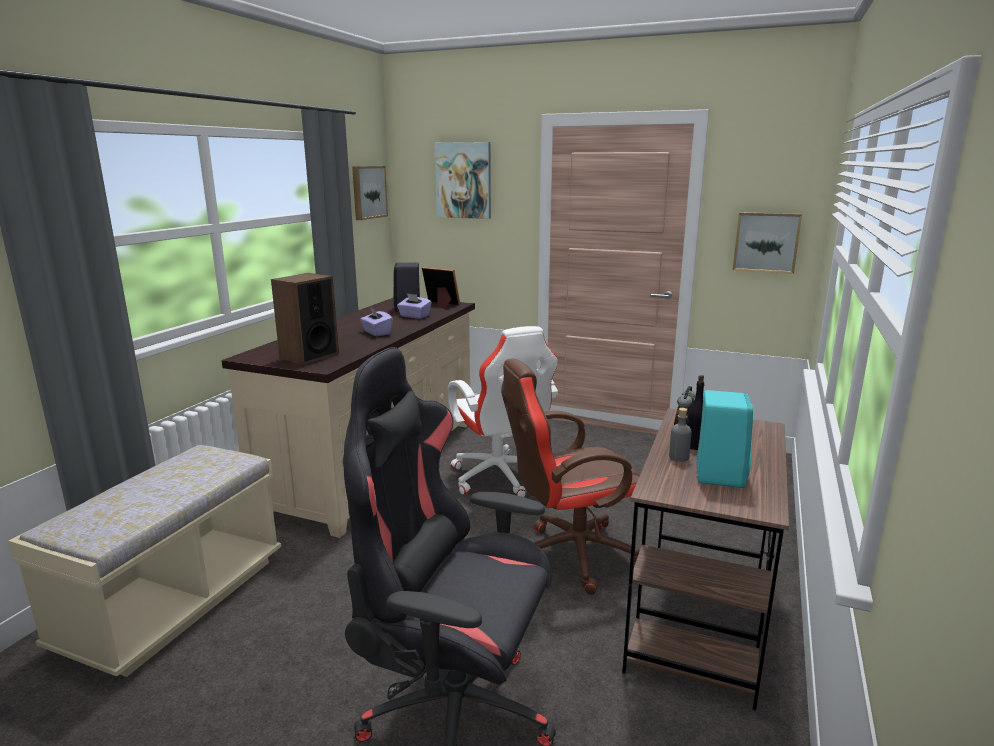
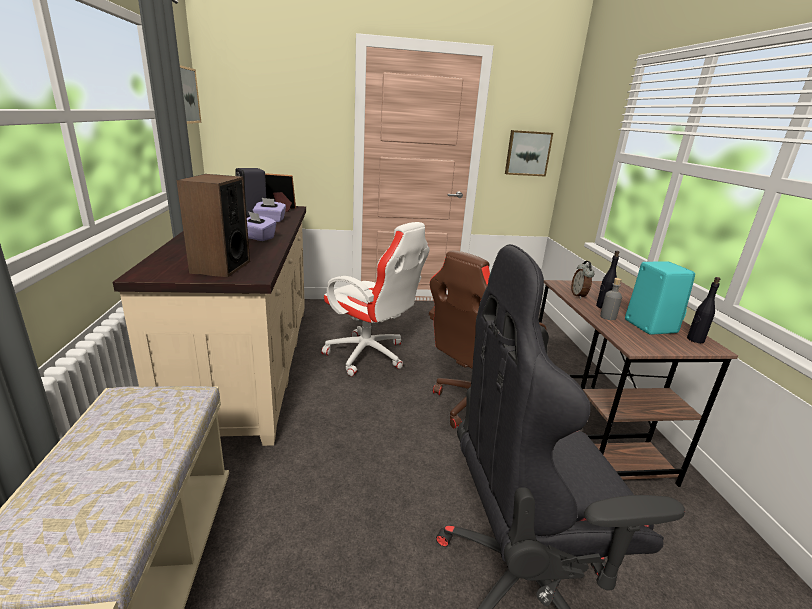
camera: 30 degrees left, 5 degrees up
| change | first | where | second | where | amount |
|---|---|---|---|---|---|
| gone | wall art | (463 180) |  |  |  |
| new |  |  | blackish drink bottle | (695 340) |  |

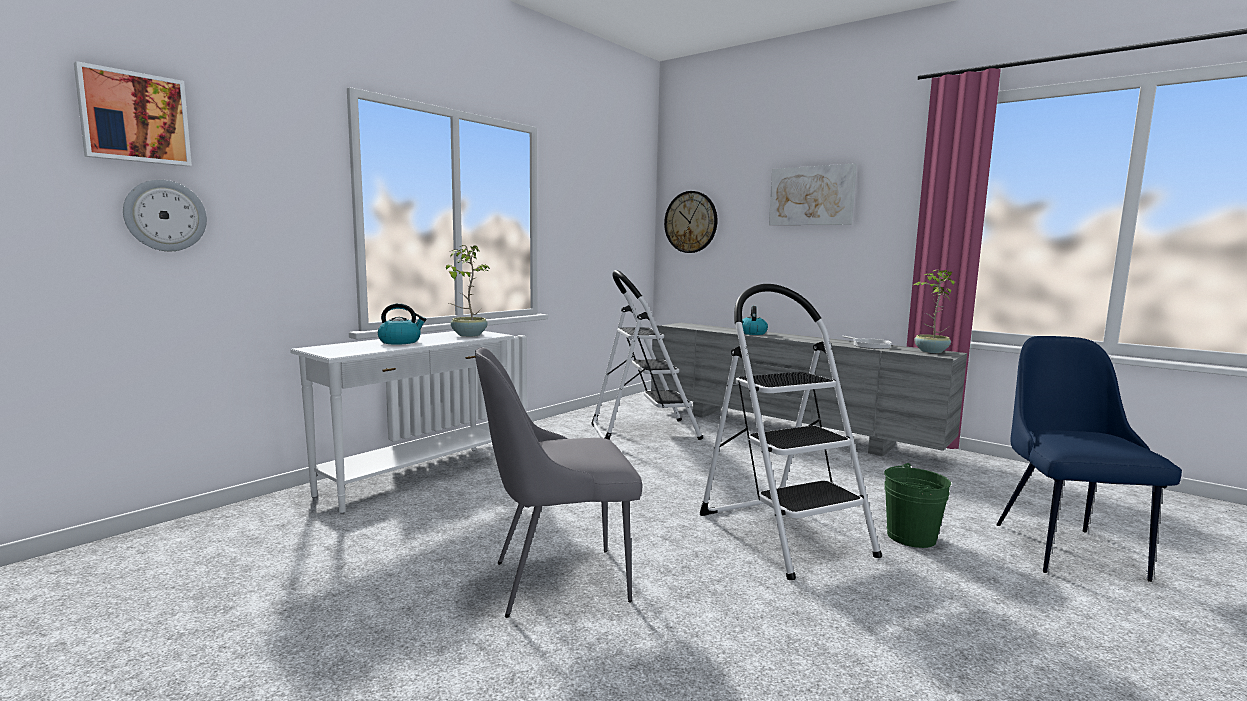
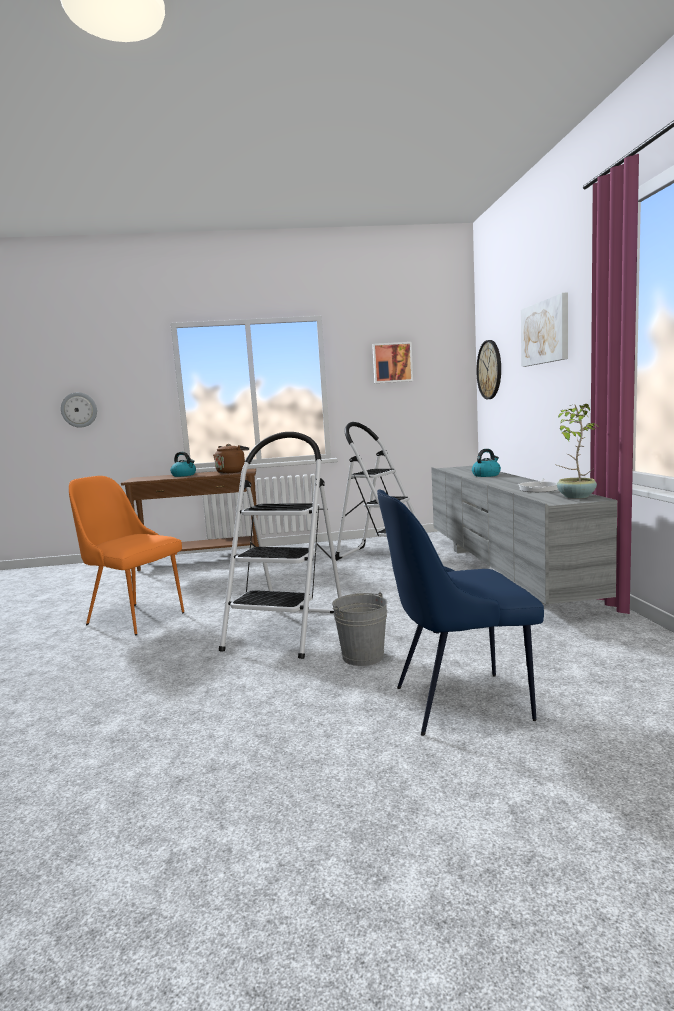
camera: 45 degrees right, 0 degrees up
| change | first | where | second | where | amount |
|---|---|---|---|---|---|
| shifted | wall art | (134 118) |  | (392 362) |  |
| repainted | white-coloured narrow table | (417 476) | brown narrow table | (201 561) |  |
| swapped | potted plant | (468 335) | brown kettle | (232 472) |  |
| repainted | grey plain chair | (559 582) | orange plain chair | (134 619) |  |
| repainted | green-coloured pail | (911 537) | grey pail | (363 656) |  |
| rotated | blue-coloured plain chair | (1064 550) |  | (461 703) | 150 degrees counterclockwise |

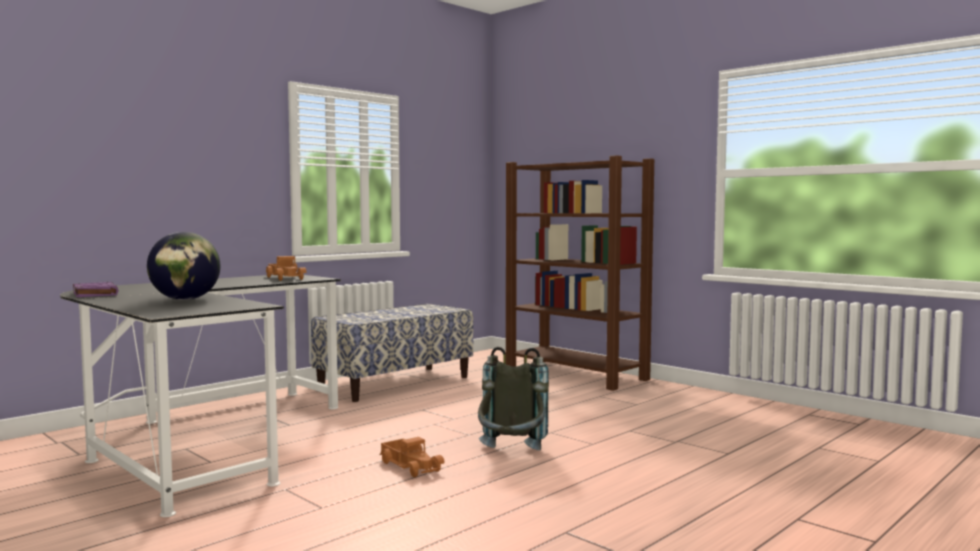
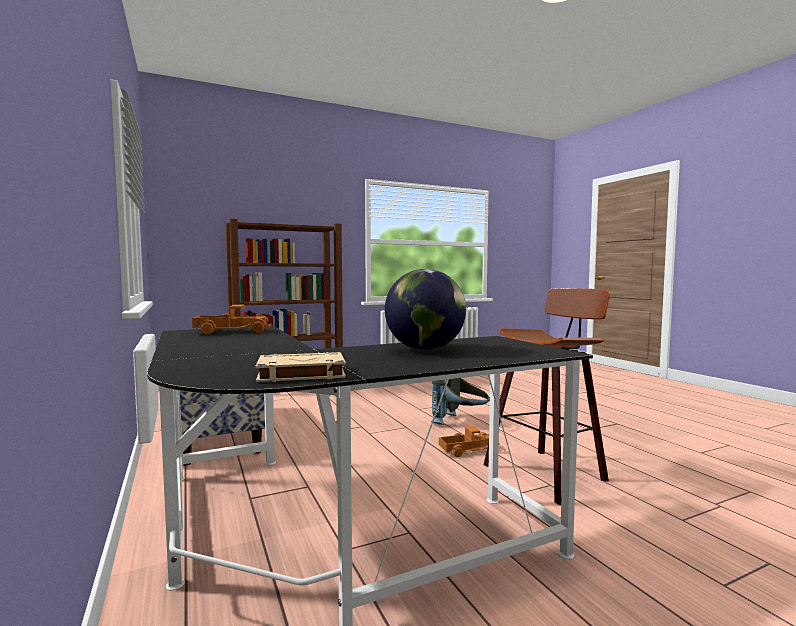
camera: 70 degrees left, 0 degrees up
| change | first | where | second | where | amount |
|---|---|---|---|---|---|
| repainted | purple-coloured bound book | (95 294) | beige-coloured bound book | (300 374) |  |
| new |  |  | sitting stool | (547 472) |  |

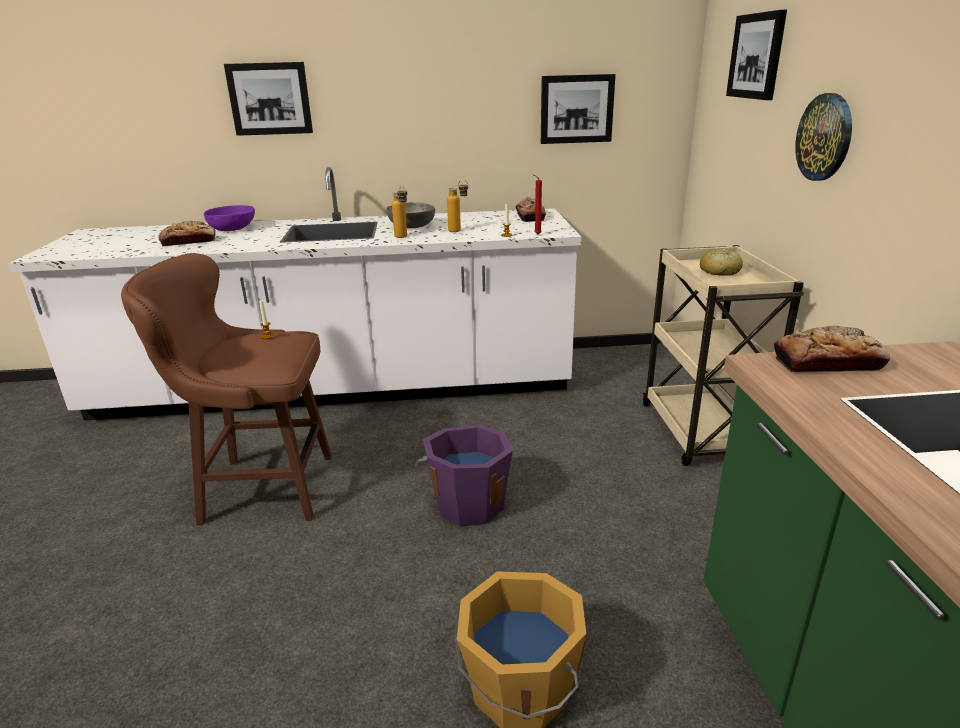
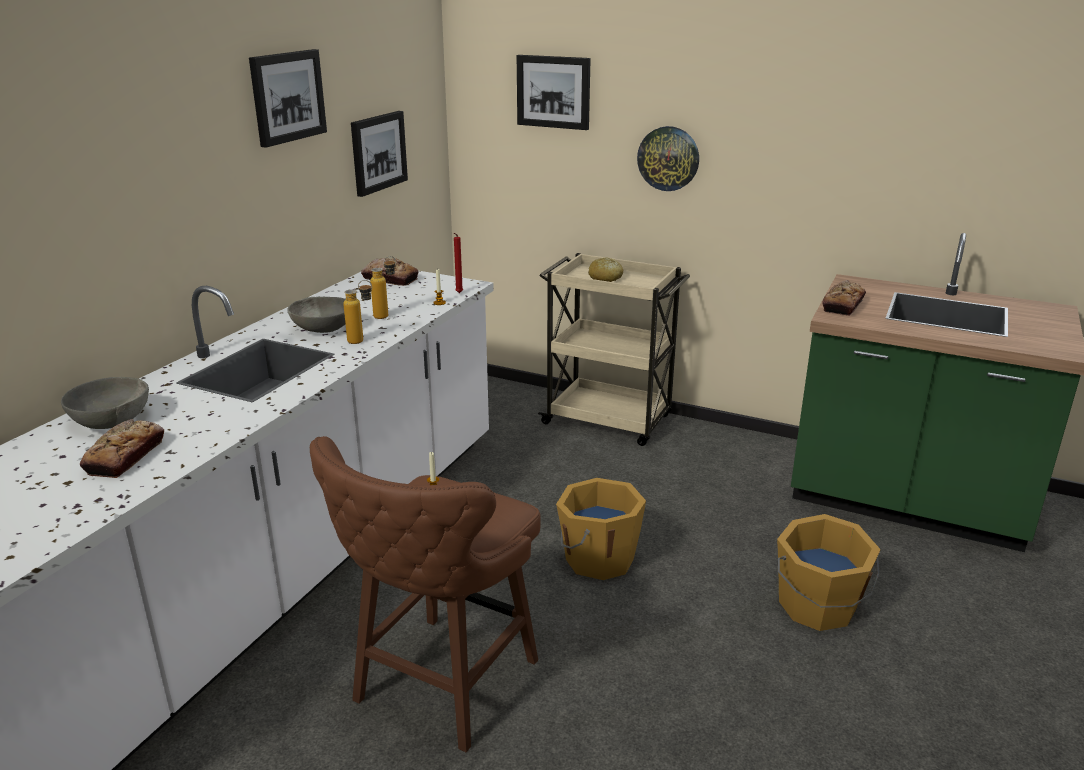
camera: 60 degrees left, 0 degrees up
| change | first | where | second | where | amount |
|---|---|---|---|---|---|
| repainted | purple-coloured deep dish | (233 229) | grey deep dish | (111 420) |  |
| shifted | wall art | (270 99) |  | (287 96) |  |
| repainted | purple-coloured pail | (469 503) | orange pail | (597 559) |  |

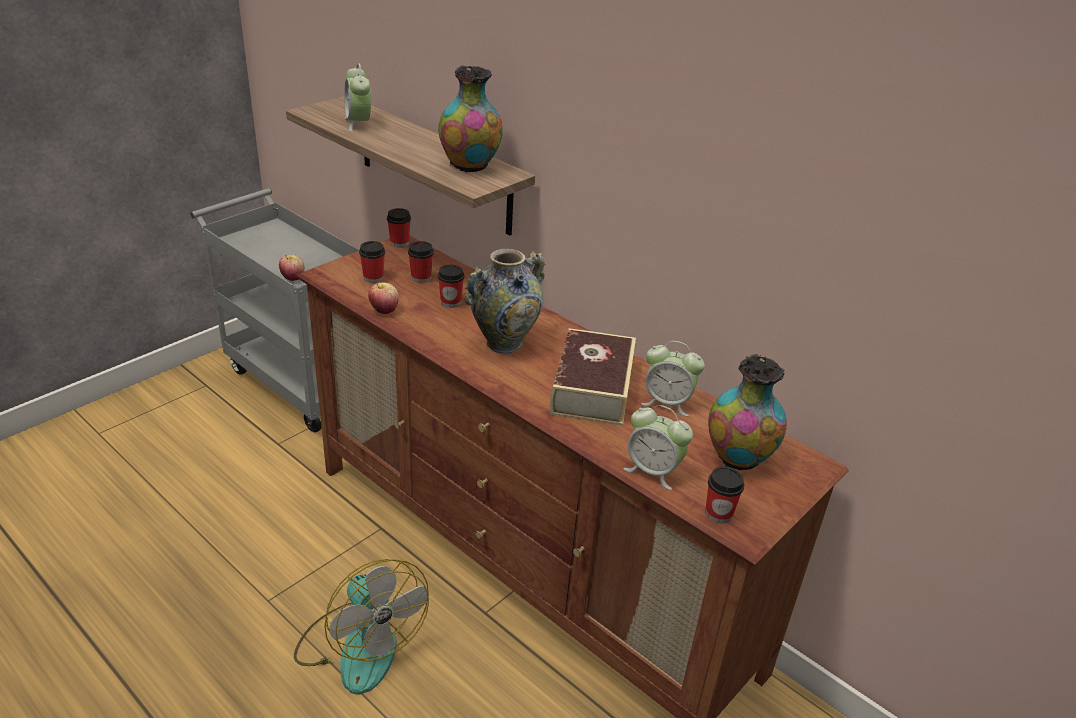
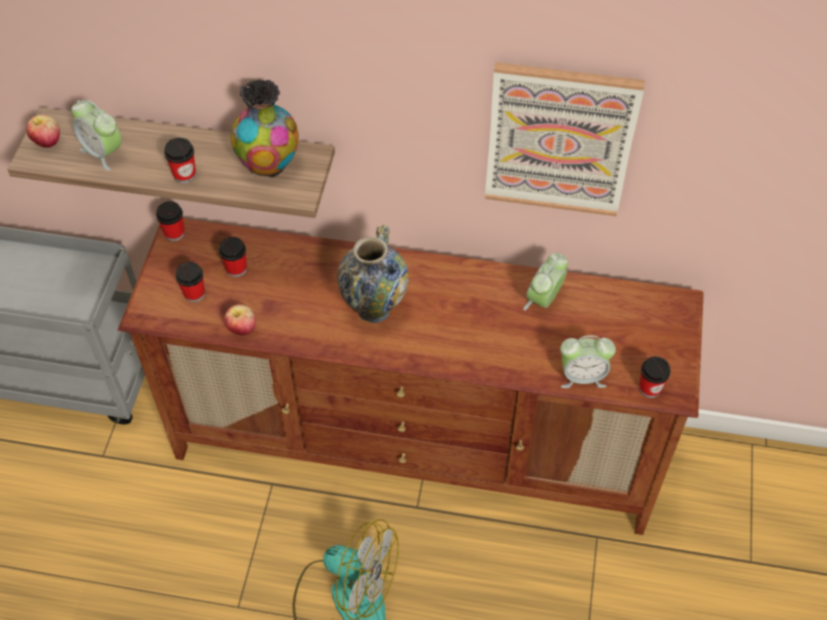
camera: 30 degrees left, 20 degrees up
| change | first | where | second | where | amount |
|---|---|---|---|---|---|
| shifted | apple fruit | (292 278) |  | (47 142) |  |
| shifted | cup | (451 302) |  | (184 175) |  |
| gone | bound book | (592 388) |  |  |  |
| rotated | alarm clock | (667 402) |  | (544 300) | 135 degrees clockwise |
| gone | decorative vase | (738 458) |  |  |  |
| new |  |  | wall art | (559 140) |  |

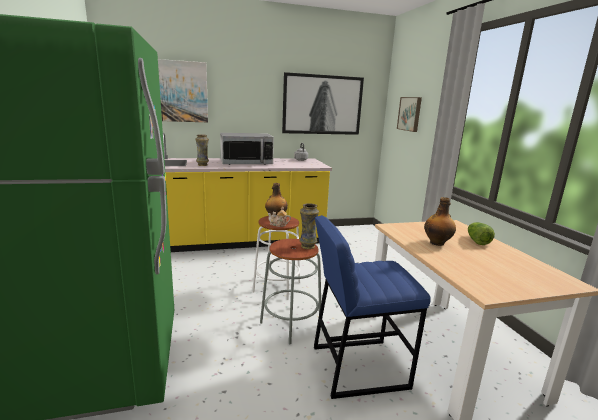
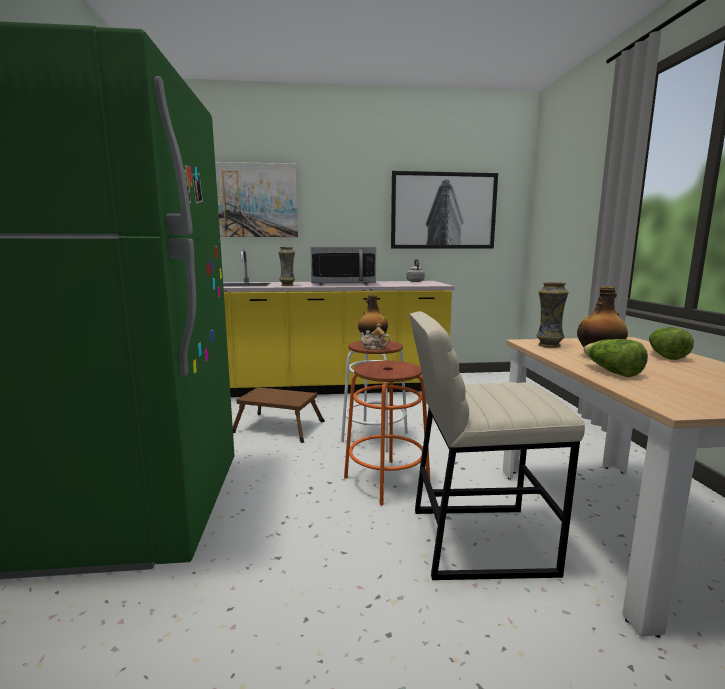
camera: 10 degrees right, 5 degrees down
| change | first | where | second | where | amount |
|---|---|---|---|---|---|
| repainted | grey sitting stool | (290 324) | orange sitting stool | (386 481) |  |
| shifted | decorative vase | (307 246) |  | (548 345) |  |
| repainted | blue-coloured plain chair | (356 367) | beige-coloured plain chair | (476 540) |  |
| gone | wall art | (410 114) |  |  |  |
| new |  |  | brown step stool | (279 427) |  |
| new |  |  | lettuce | (611 372) |  |

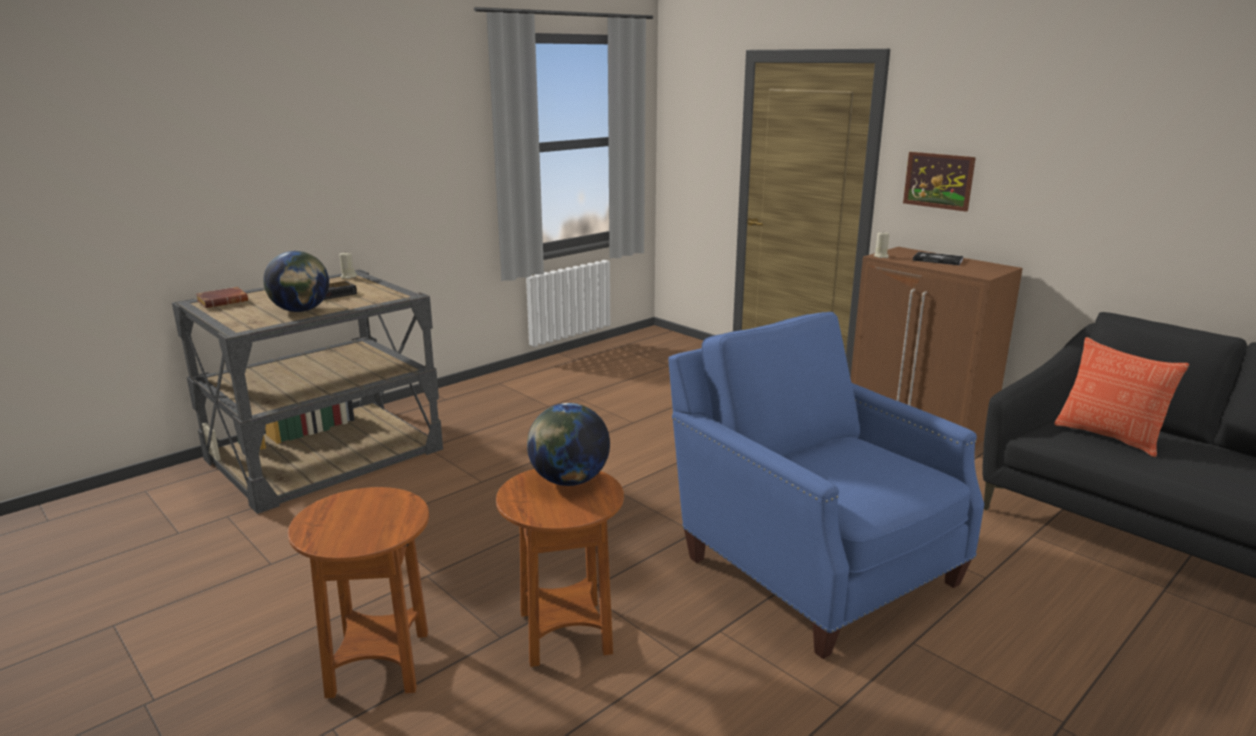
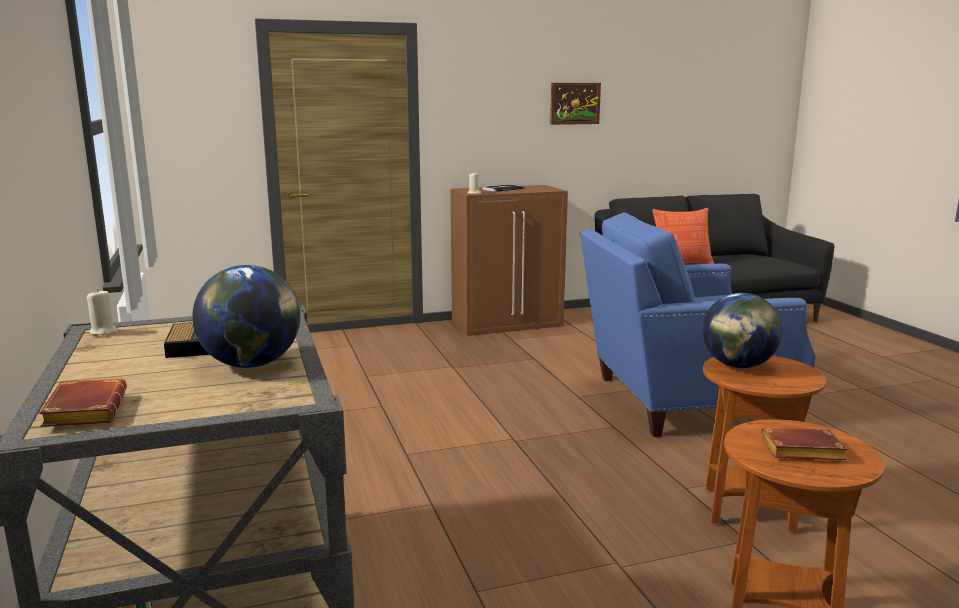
camera: 65 degrees left, 5 degrees down
| change | first | where | second | where | amount |
|---|---|---|---|---|---|
| shifted | wall art | (938 181) |  | (575 103) |  |
| new |  |  | brown bound book | (800 451) |  |

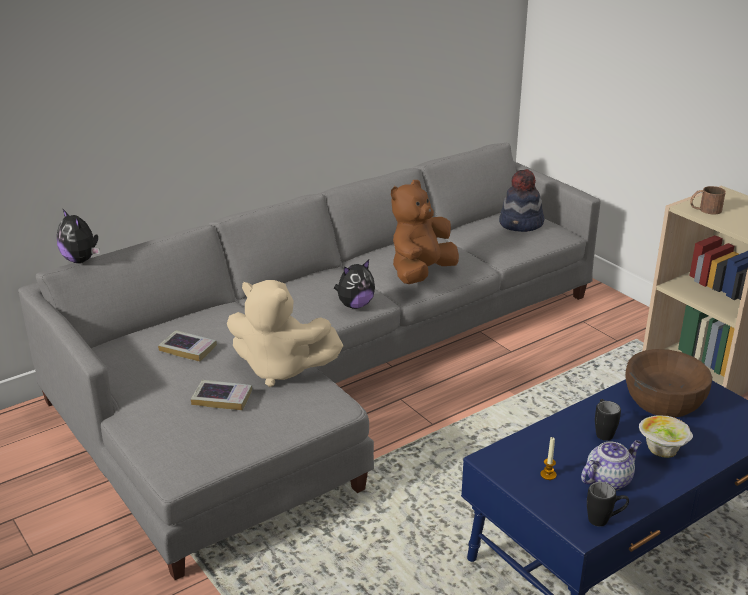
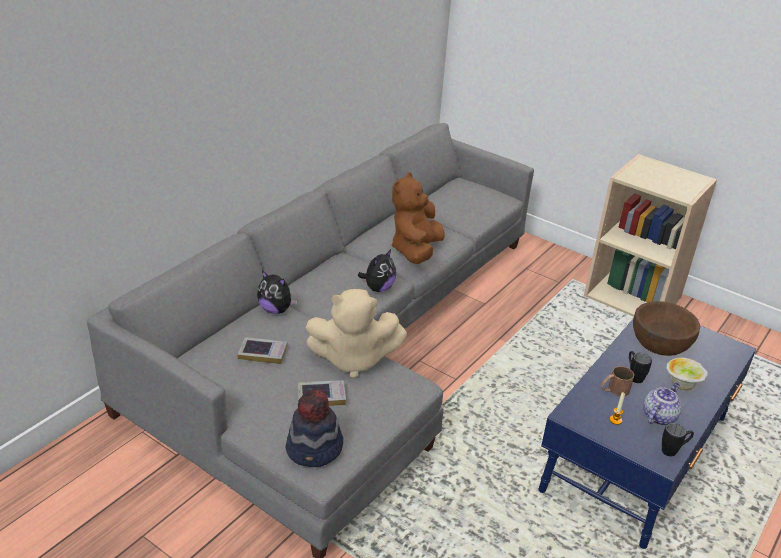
camera: 20 degrees left, 5 degrees up
| change | first | where | second | where | amount |
|---|---|---|---|---|---|
| shifted | plush toy | (81 260) |  | (276 310) |  |
| shifted | wearable hat | (521 224) |  | (315 449) |  |
| shifted | brown mug | (705 210) |  | (614 390) |  |

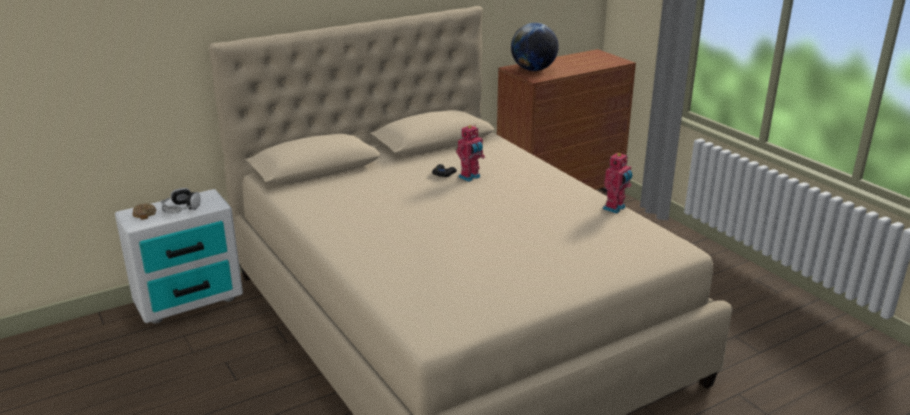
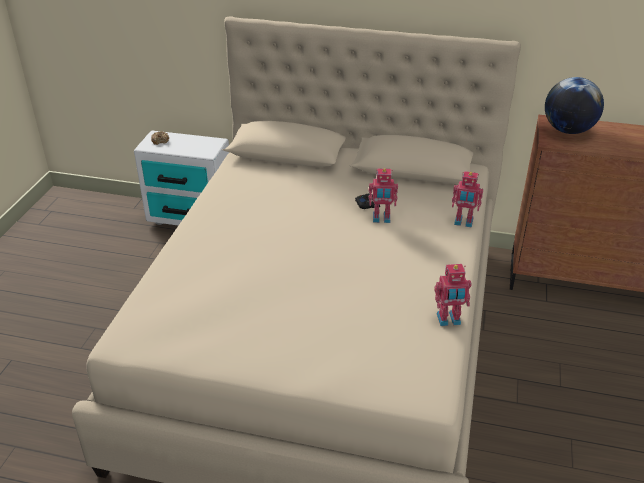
camera: 45 degrees right, 10 degrees up
| change | first | where | second | where | amount |
|---|---|---|---|---|---|
| gone | headphones | (181 209) |  |  |  |
| new |  |  | toy robot | (463 222) |  |

